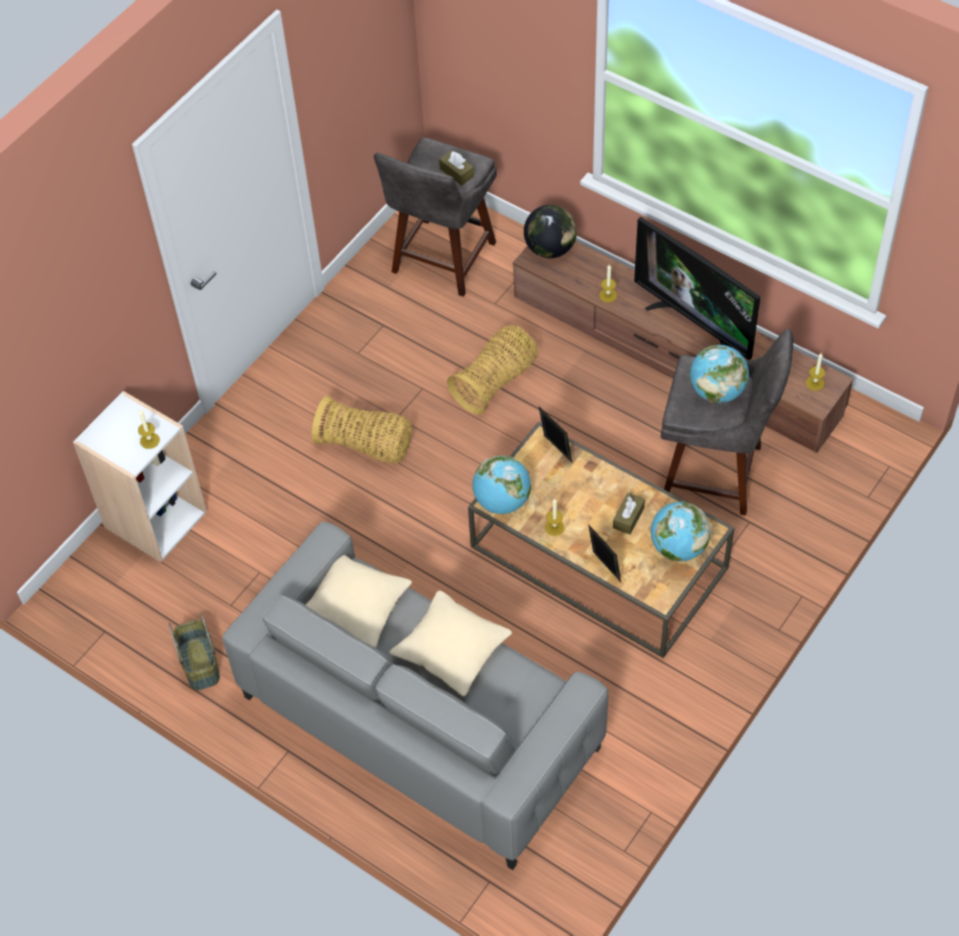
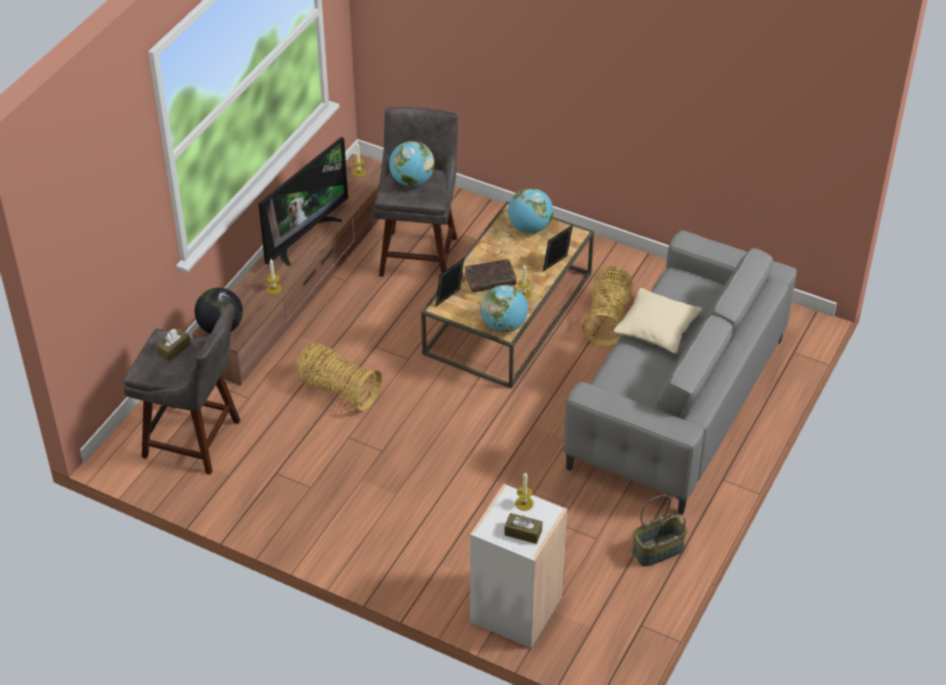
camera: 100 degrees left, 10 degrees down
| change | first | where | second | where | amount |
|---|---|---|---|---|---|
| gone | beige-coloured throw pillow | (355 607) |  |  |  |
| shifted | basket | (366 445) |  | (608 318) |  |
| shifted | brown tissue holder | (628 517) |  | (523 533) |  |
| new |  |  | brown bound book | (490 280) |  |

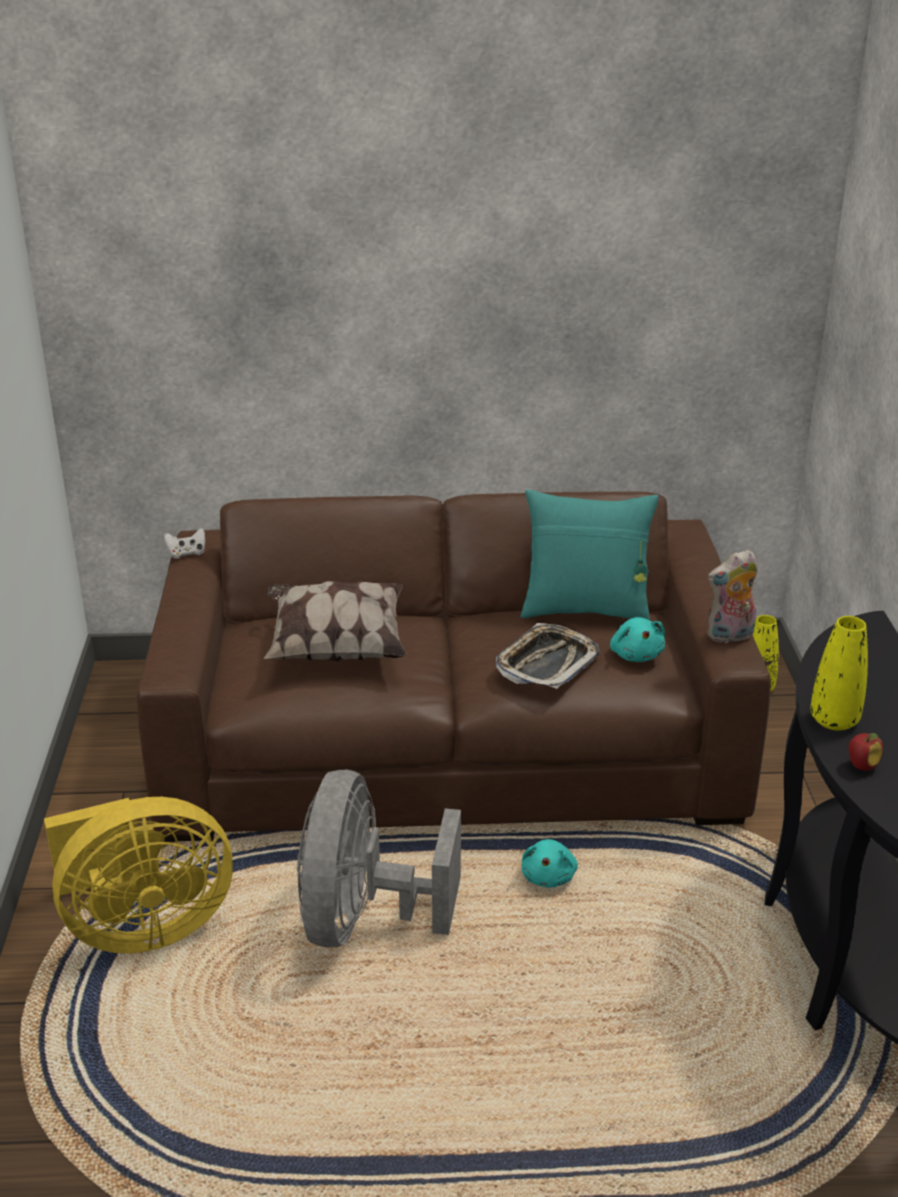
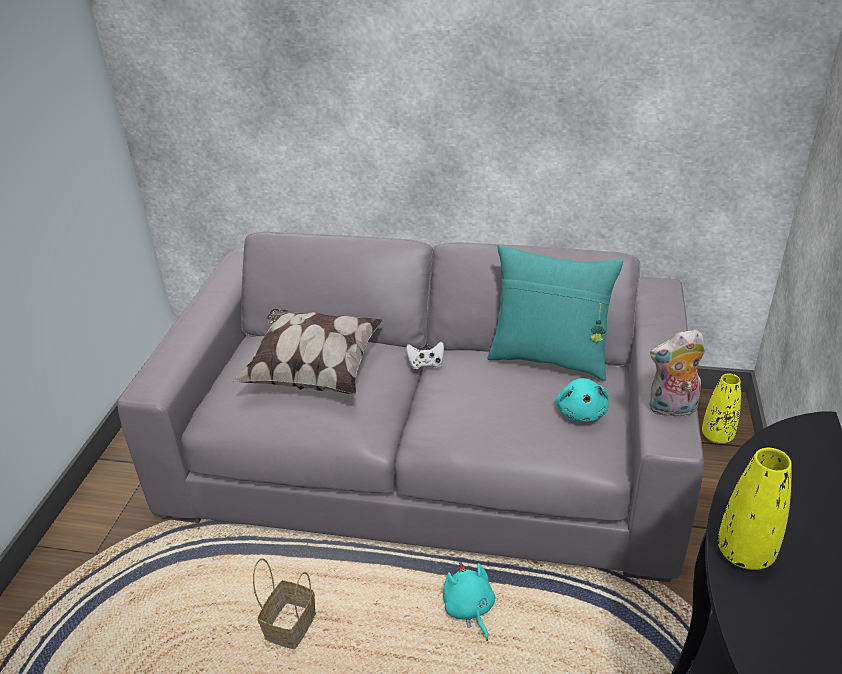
camera: 15 degrees right, 5 degrees up
| change | first | where | second | where | amount |
|---|---|---|---|---|---|
| gone | yellow-coloured fan | (143 927) |  |  |  |
| repainted | brown couch | (449 739) | grey couch | (426 451) |  |
| shifted | white-coloured game controller | (187 554) |  | (426 364) |  |
| swapped | grey fan | (364 920) | basket | (291 628) |  |
| gone | tray | (546 663) |  |  |  |
| rotated | turquoise plush toy | (549 876) |  | (469 609) | 135 degrees clockwise |
| gone | apple fruit | (862 766) |  |  |  |

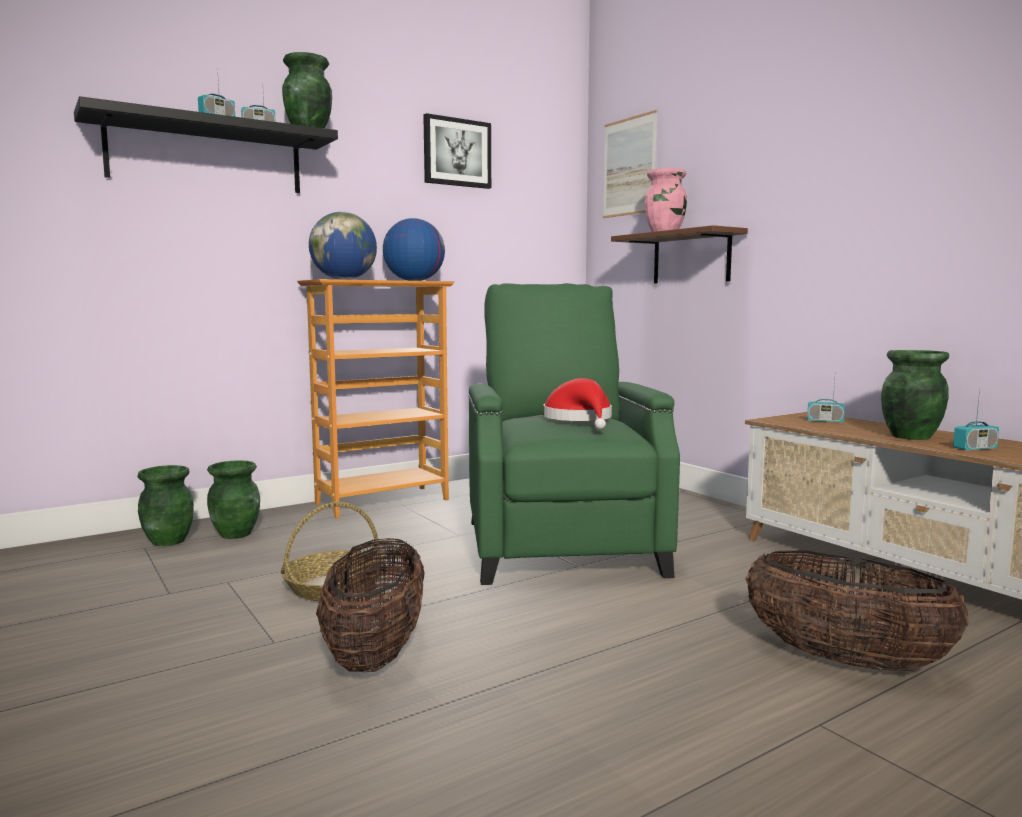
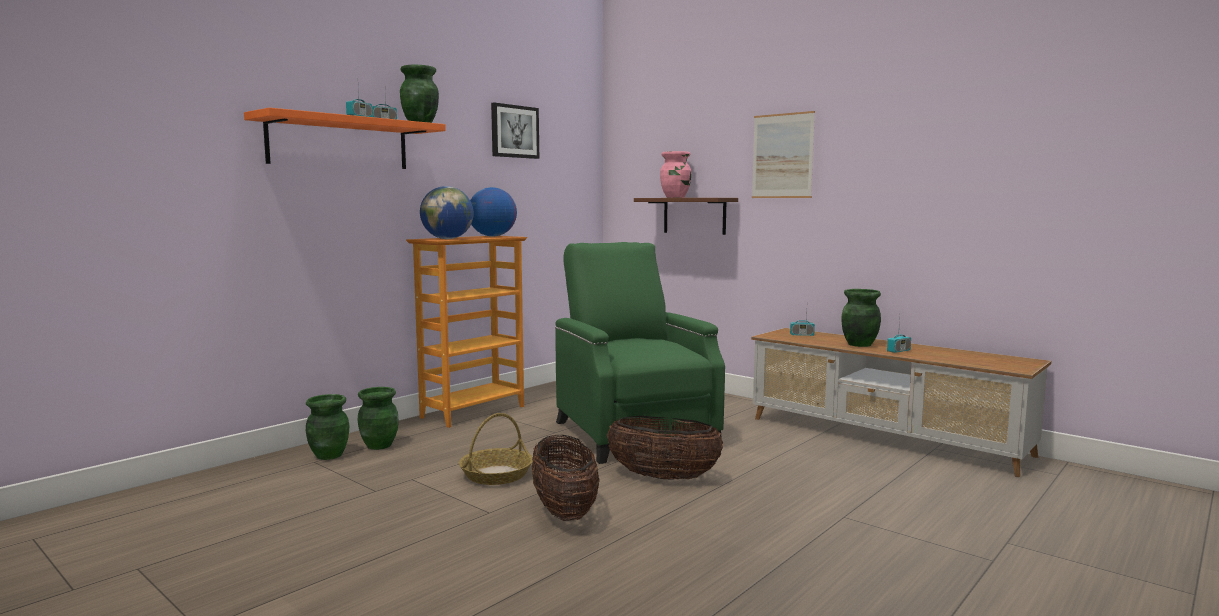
camera: 15 degrees left, 0 degrees up
| change | first | where | second | where | amount |
|---|---|---|---|---|---|
| repainted | blackish shelf | (206 156) | orange shelf | (339 143) |  |
| gone | red wearable hat | (580 419) |  |  |  |
| shifted | wall art | (629 166) |  | (782 156) |  |
| shifted | basket | (845 660) |  | (663 477) |  |

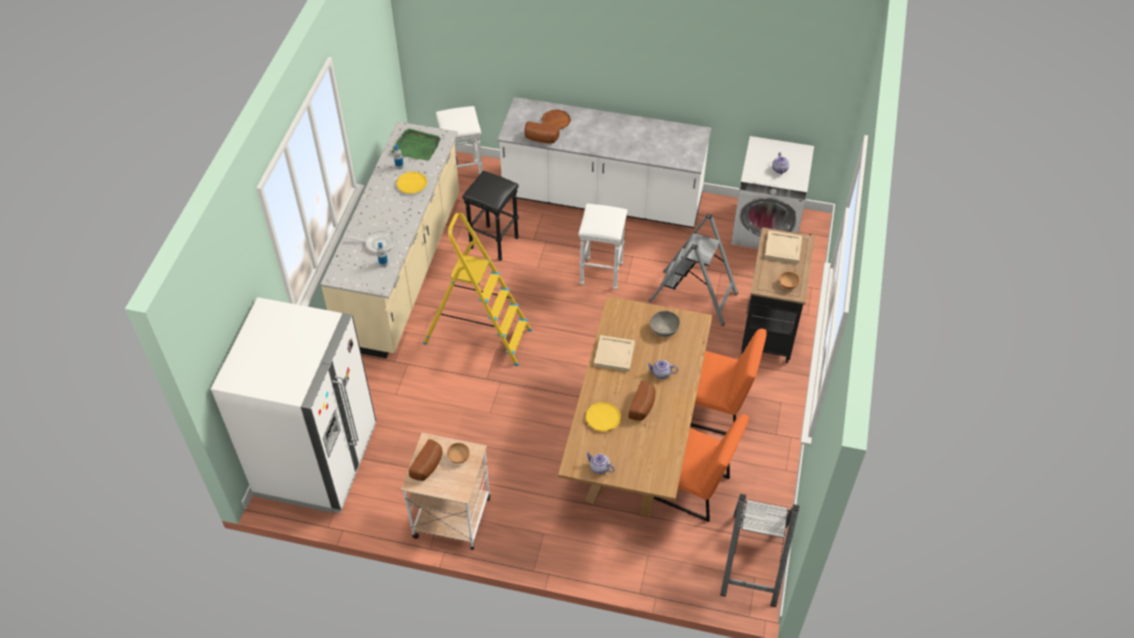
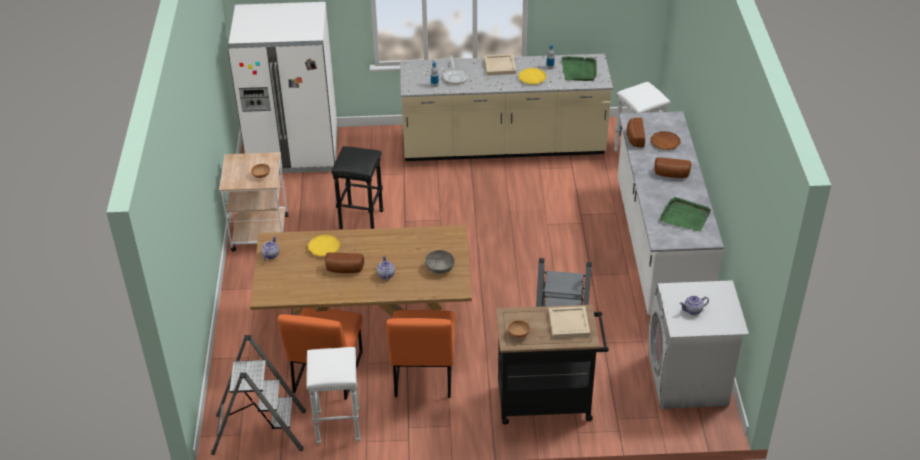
camera: 75 degrees right, 10 degrees down
| change | first | where | second | where | amount |
|---|---|---|---|---|---|
| shifted | bread | (428 466) |  | (671 175) |  |
| gone | yellow-coloured step stool | (478 336) |  |  |  |
| shifted | blackish sitting stool | (495 242) |  | (362 220) |  |
| shifted | white-coloured sitting stool | (602 273) |  | (339 426) |  |
| shifted | beige-coloured tray | (613 355) |  | (499 66) |  |
| new |  |  | green-coloured tray | (685 216) |  |

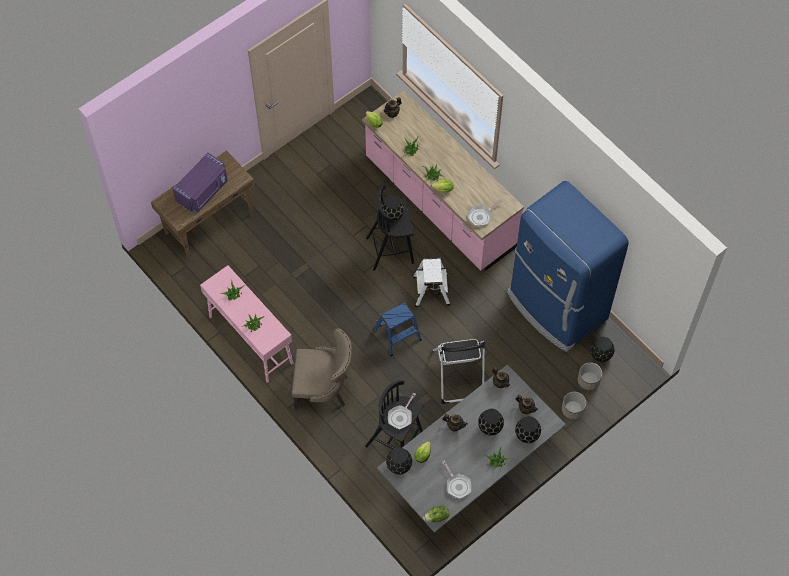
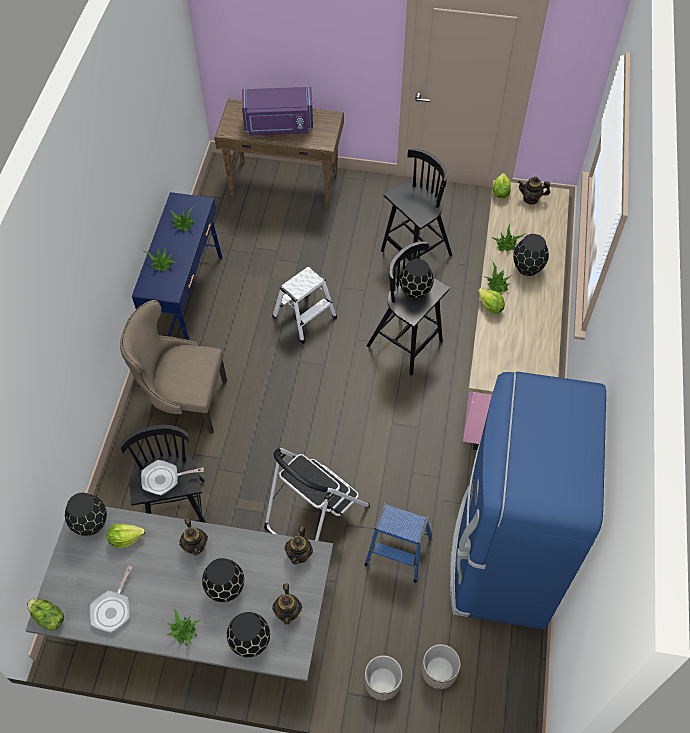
camera: 50 degrees right, 5 degrees down
| change | first | where | second | where | amount |
|---|---|---|---|---|---|
| repainted | pink narrow table | (251 339) | blue-coloured narrow table | (188 301) |  |
| rotated | beige-coloured plain chair | (323 389) |  | (184 401) | 135 degrees clockwise |
| shifted | blue-coloured step stool | (397 334) |  | (398 549) |  |
| shifted | white-coloured step stool | (431 290) |  | (304 317) |  |
| gone | frying pan | (481 216) |  |  |  |
| shifted | blackish decorative vase | (600 355) |  | (527 267) |  |
| new |  |  | blackish sitting stool | (414 254) |  |

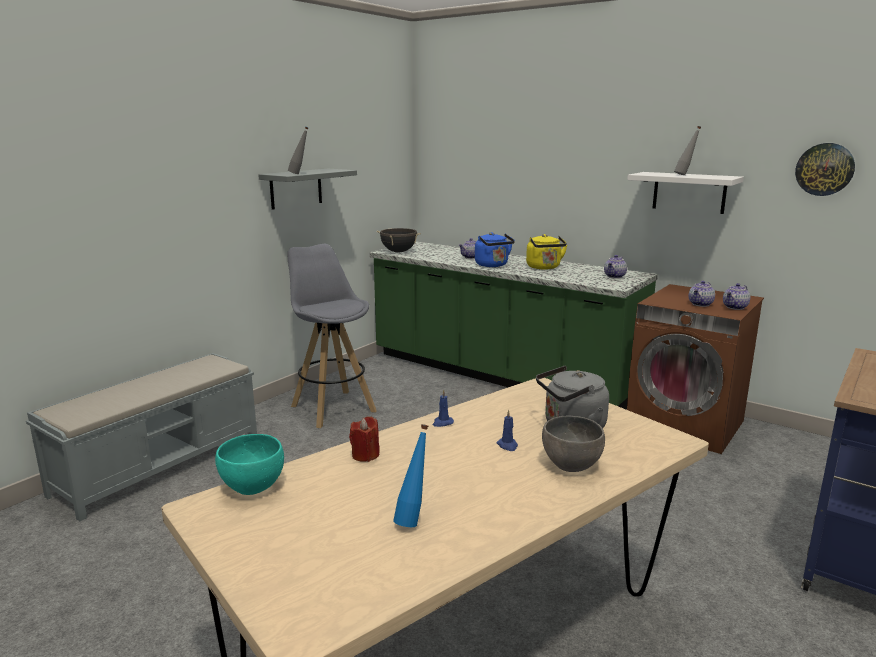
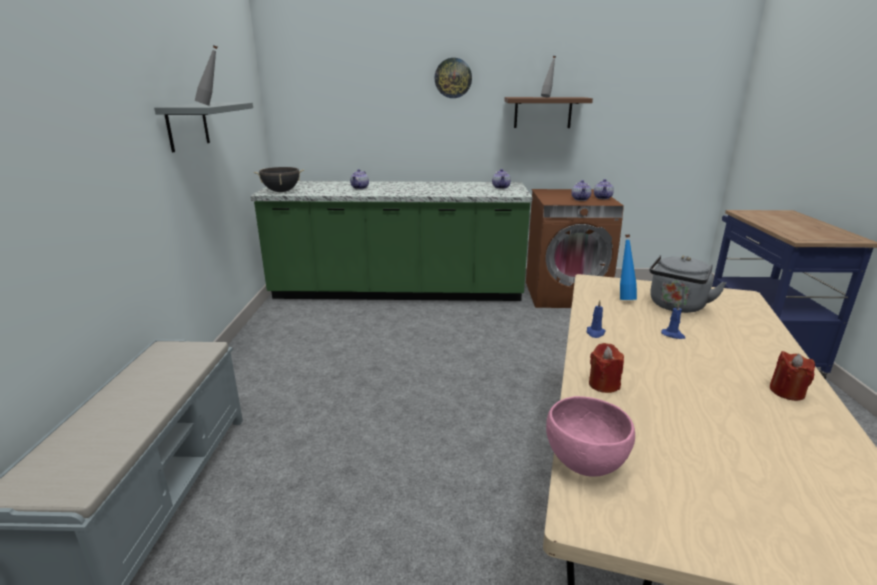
camera: 35 degrees left, 5 degrees up
| change | first | where | second | where | amount |
|---|---|---|---|---|---|
| repainted | turquoise deep dish | (253 487) | pink deep dish | (586 463) |  |
| gone | grey sitting stool | (333 407) |  |  |  |
| shifted | blue-coloured drink bottle | (413 519) |  | (624 298) |  |
| gone | blue-coloured kettle | (493 265) |  |  |  |
| gone | yellow-coloured kettle | (544 267) |  |  |  |
| gone | grey deep dish | (571 465) |  |  |  |
| repainted | white-coloured shelf | (689 192) | brown shelf | (543 112) |  |
| shifted | hanging clock | (824 169) |  | (453 78) |  |
| new |  |  | red candle | (787 392) |  |

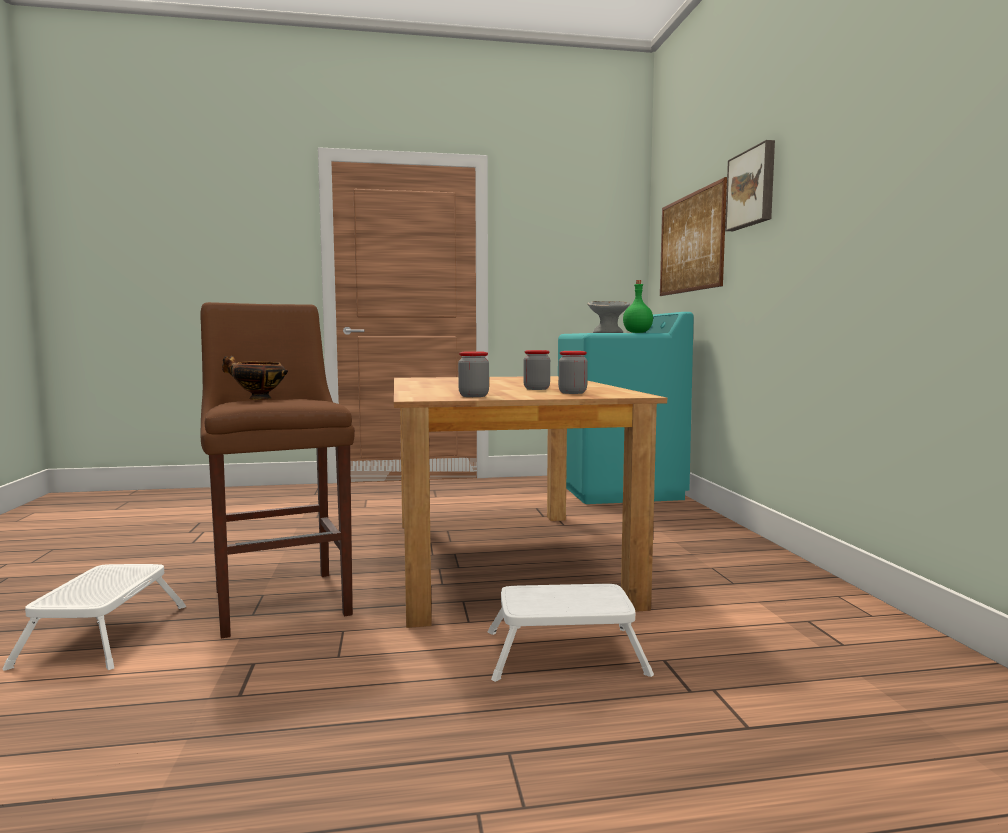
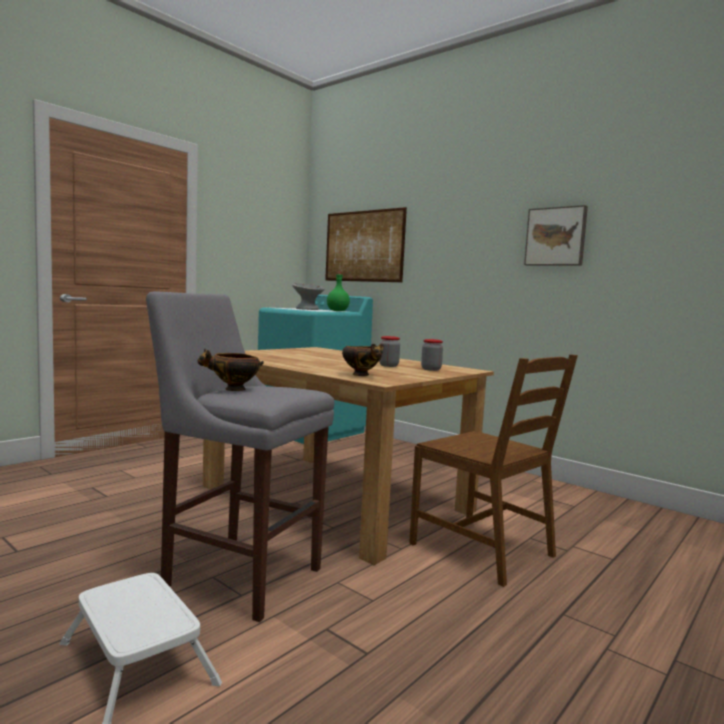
camera: 40 degrees left, 0 degrees up
| change | first | where | second | where | amount |
|---|---|---|---|---|---|
| repainted | brown sitting stool | (281 599) | grey sitting stool | (237 575) |  |
| gone | jar | (473 396) |  |  |  |
| swapped | white-coloured step stool | (564 652) | brown plain chair | (484 549) |  |
| shifted | wall art | (752 188) |  | (556 237) |  |
| new |  |  | deep dish | (362 375) |  |

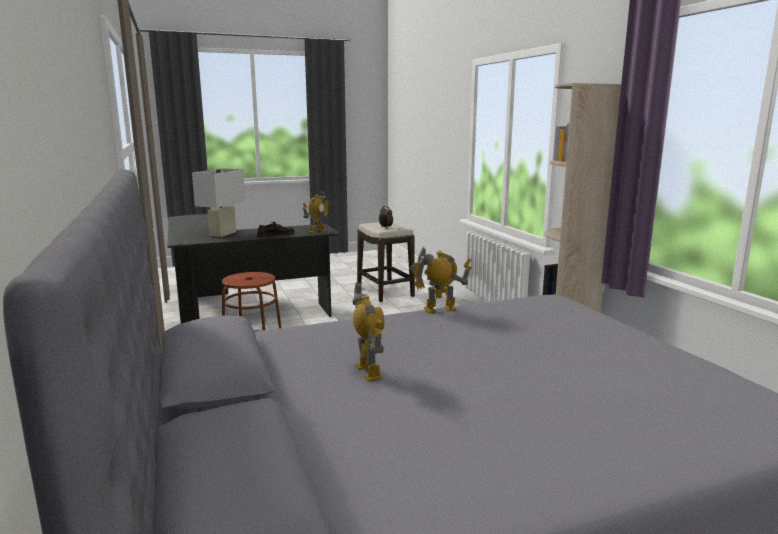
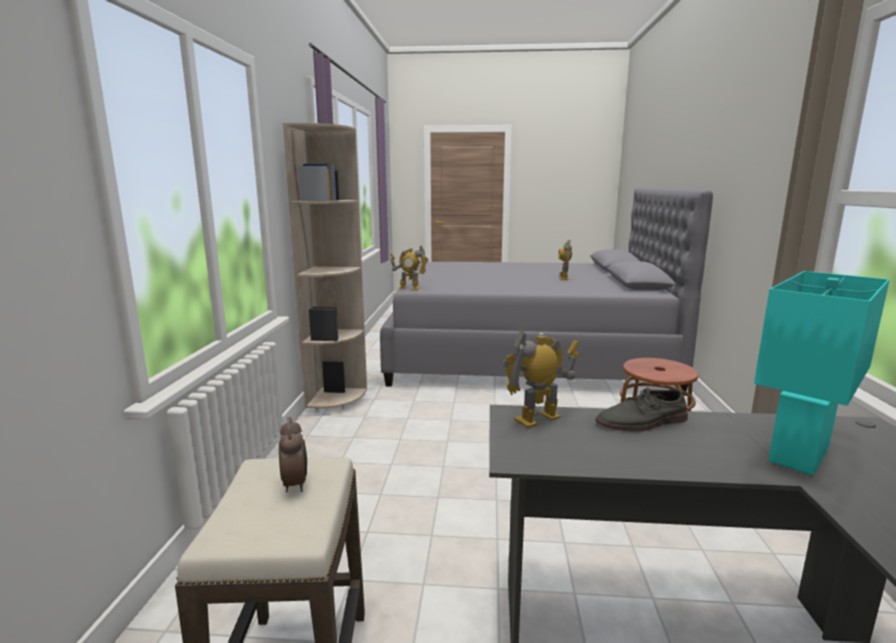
camera: 155 degrees left, 0 degrees up
| change | first | where | second | where | amount |
|---|---|---|---|---|---|
| repainted | white-coloured lamp for a table | (223 234) | turquoise lamp for a table | (798 455) |  |
| shifted | toy robot | (439 310) |  | (409 288) |  |

